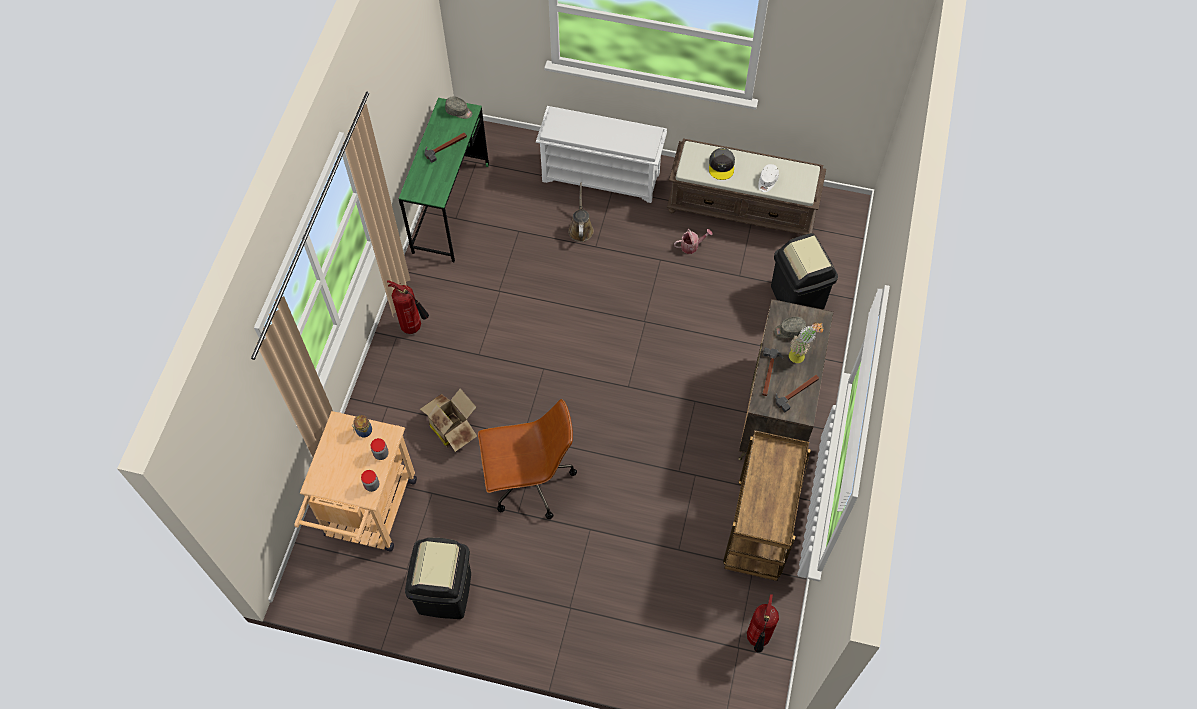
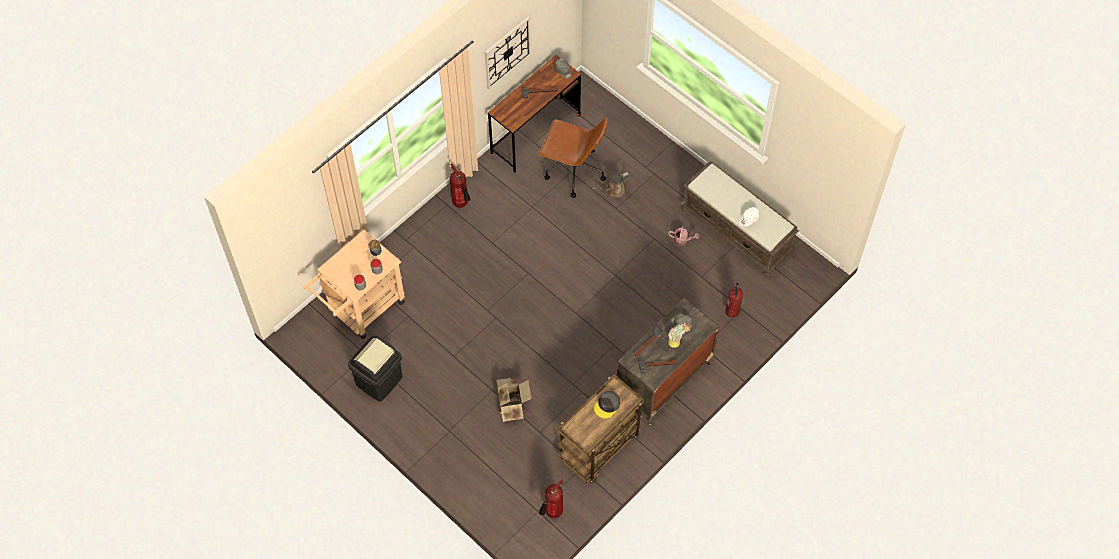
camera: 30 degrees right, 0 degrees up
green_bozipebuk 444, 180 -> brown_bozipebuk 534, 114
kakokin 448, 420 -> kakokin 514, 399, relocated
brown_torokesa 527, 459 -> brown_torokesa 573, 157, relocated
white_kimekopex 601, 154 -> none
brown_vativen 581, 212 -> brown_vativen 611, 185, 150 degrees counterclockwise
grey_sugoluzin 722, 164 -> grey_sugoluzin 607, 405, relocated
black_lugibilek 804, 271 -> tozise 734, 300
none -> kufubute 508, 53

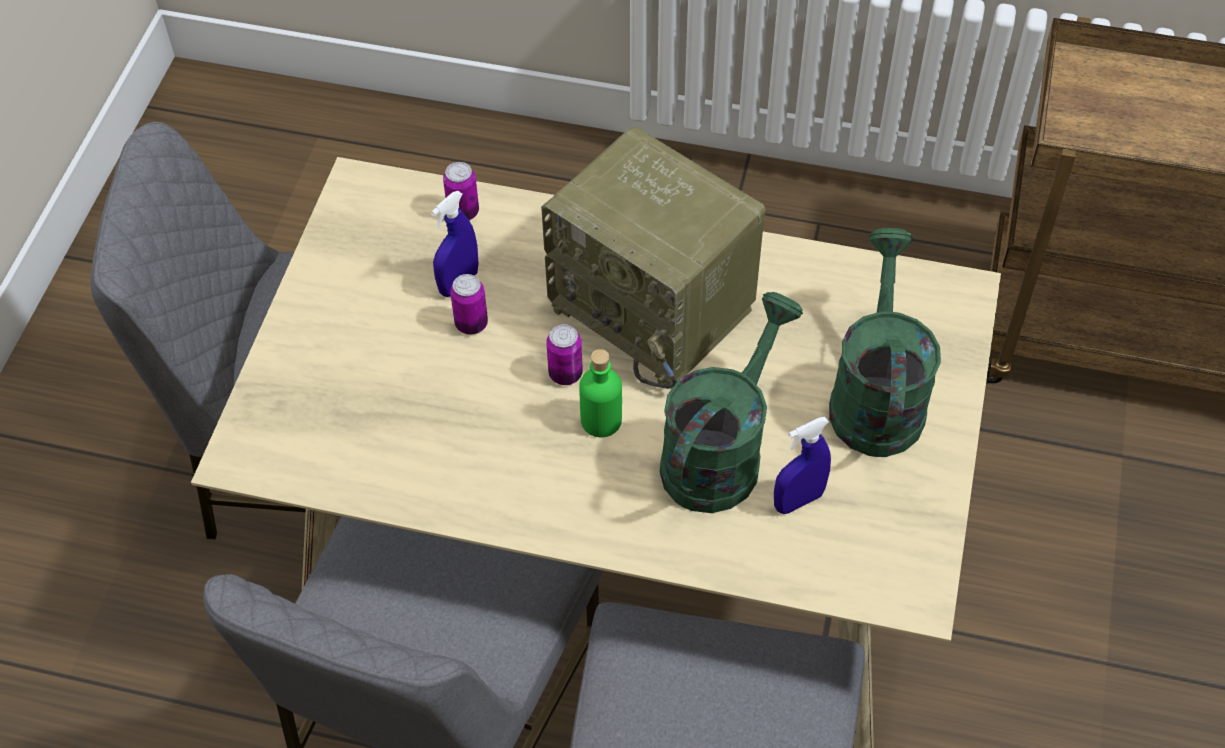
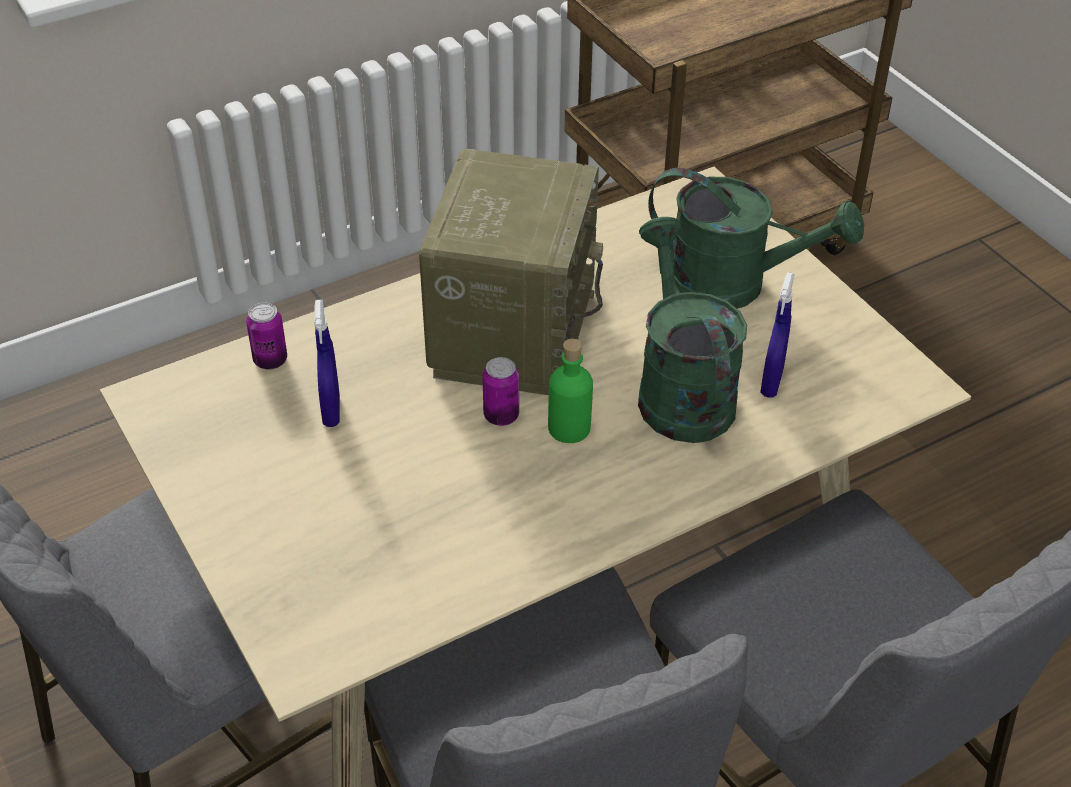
camera: 45 degrees left, 10 degrees down
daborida 469, 304 -> none
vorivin 653, 257 -> vorivin 511, 272, 75 degrees counterclockwise
green_vativen 885, 342 -> green_vativen 756, 238, 150 degrees clockwise

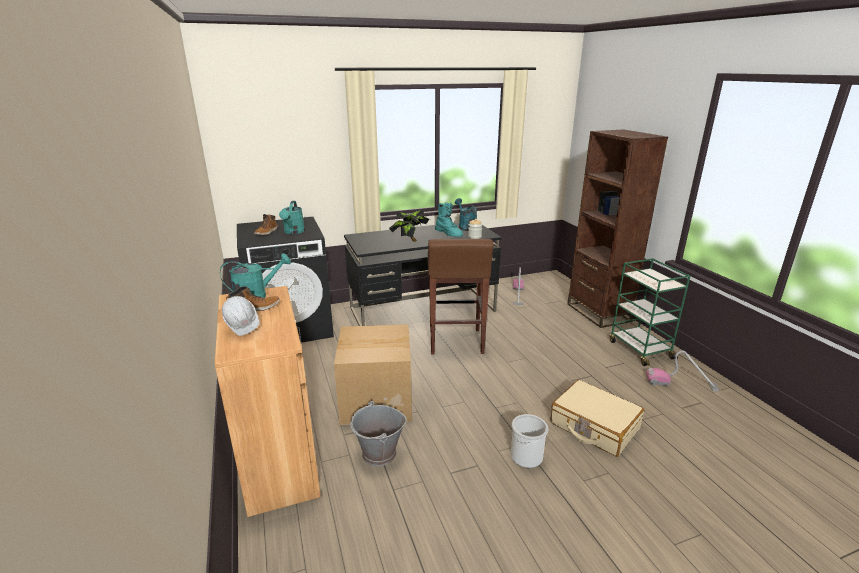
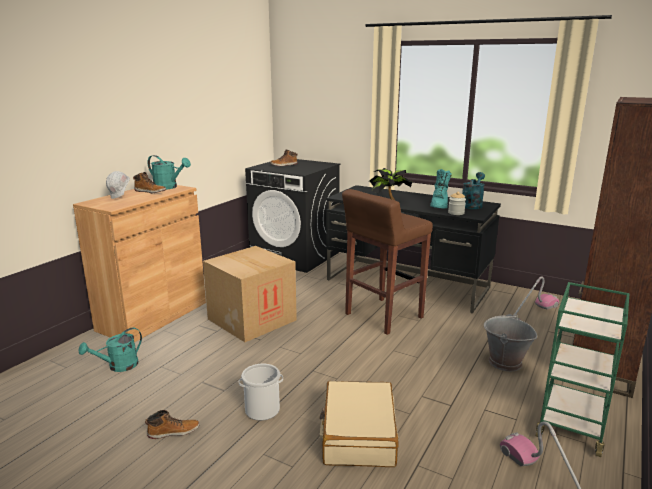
camera: 50 degrees right, 5 degrees down
turquoise_vativen 292, 217 -> turquoise_vativen 110, 350, relocated
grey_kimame 378, 433 -> grey_kimame 510, 342, relocated
none -> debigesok 172, 424

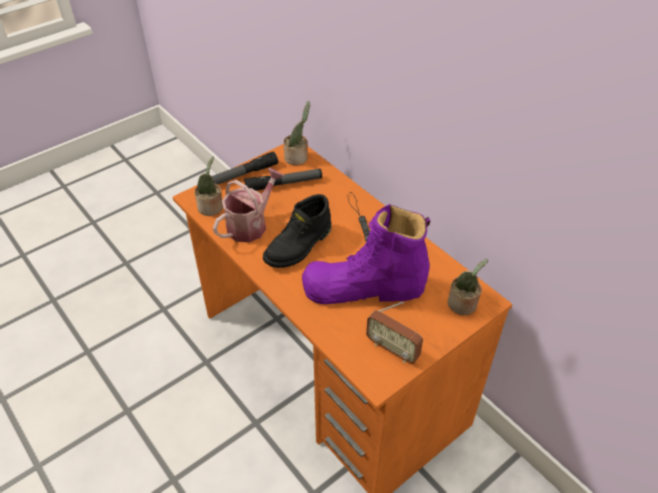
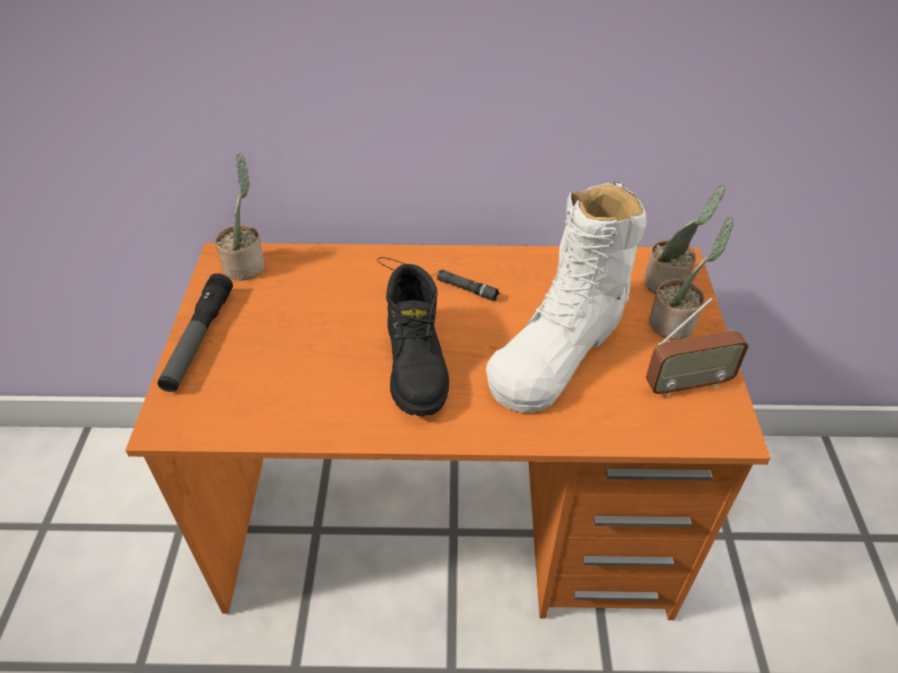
camera: 50 degrees left, 0 degrees up
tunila 209, 186 -> tunila 691, 278, relocated
vativen 248, 205 -> none
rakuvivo 283, 180 -> none
purple_debigesok 366, 254 -> white_debigesok 566, 297

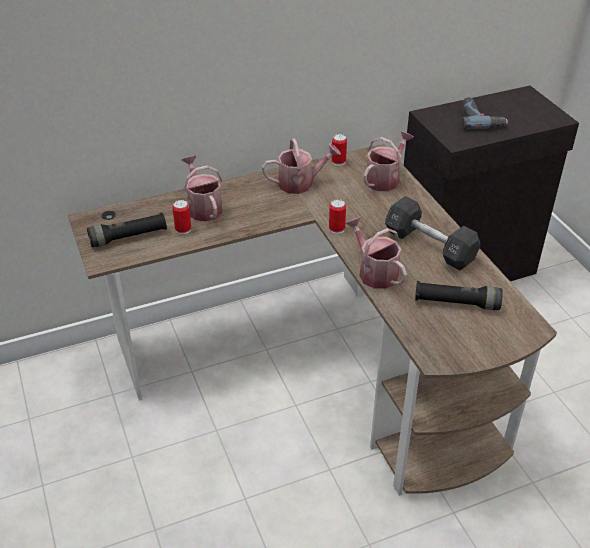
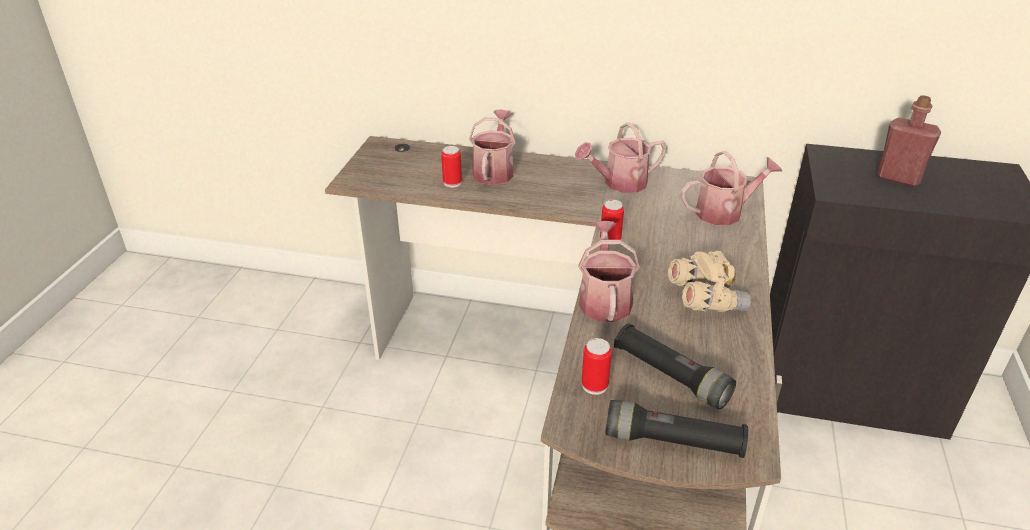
camera: 35 degrees right, 5 degrees down
black_rakuvivo 127, 229 -> black_rakuvivo 676, 429, relocated
vativen 301, 166 -> vativen 620, 157, 135 degrees clockwise
daborida 339, 150 -> daborida 597, 366, relocated
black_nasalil 432, 233 -> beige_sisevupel 709, 281
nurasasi 485, 113 -> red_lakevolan 909, 141

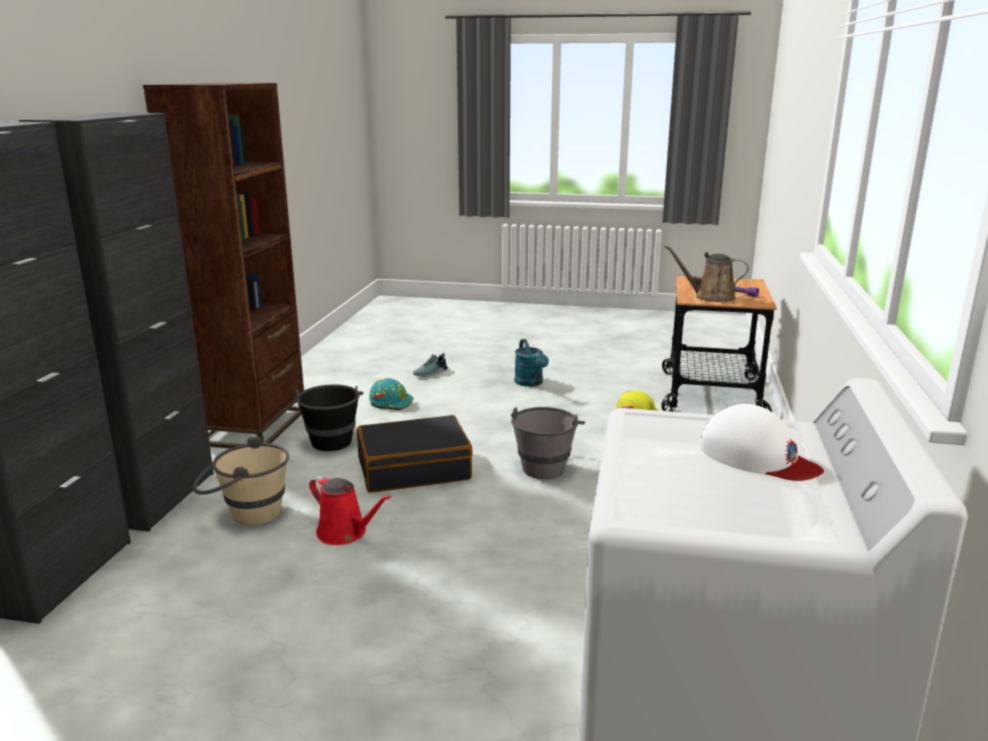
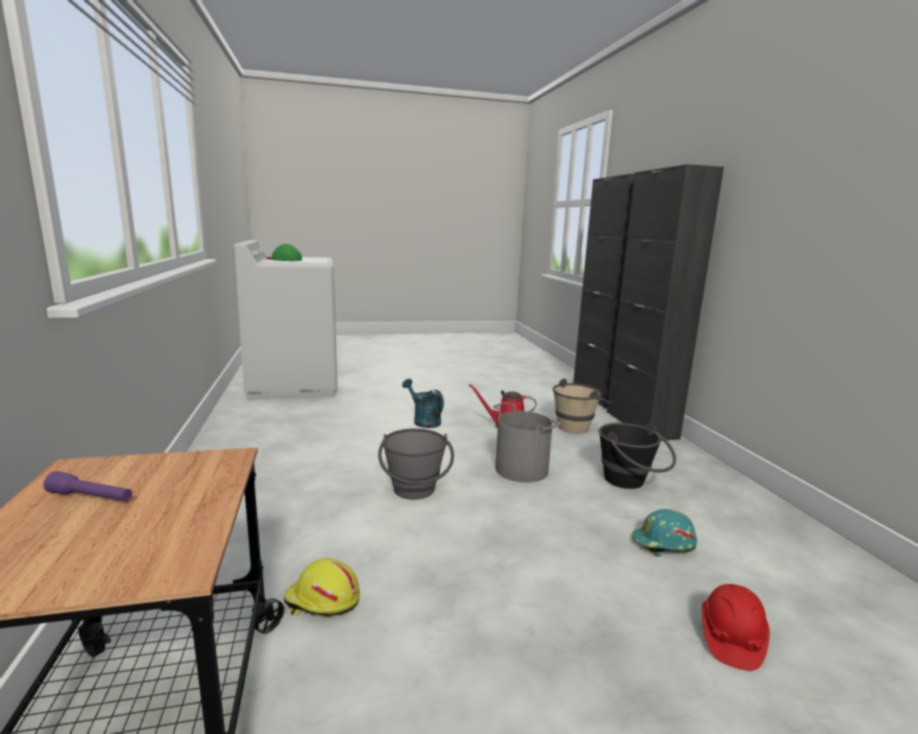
camera: 155 degrees right, 5 degrees down
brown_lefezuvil 223, 266 -> none
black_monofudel 415, 454 -> grey_kimame 527, 442
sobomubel 430, 365 -> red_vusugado 736, 627
turquoise_vativen 531, 363 -> turquoise_vativen 423, 403, relocated
brown_vativen 706, 273 -> none
white_sugoluzin 762, 442 -> green_sugoluzin 284, 252

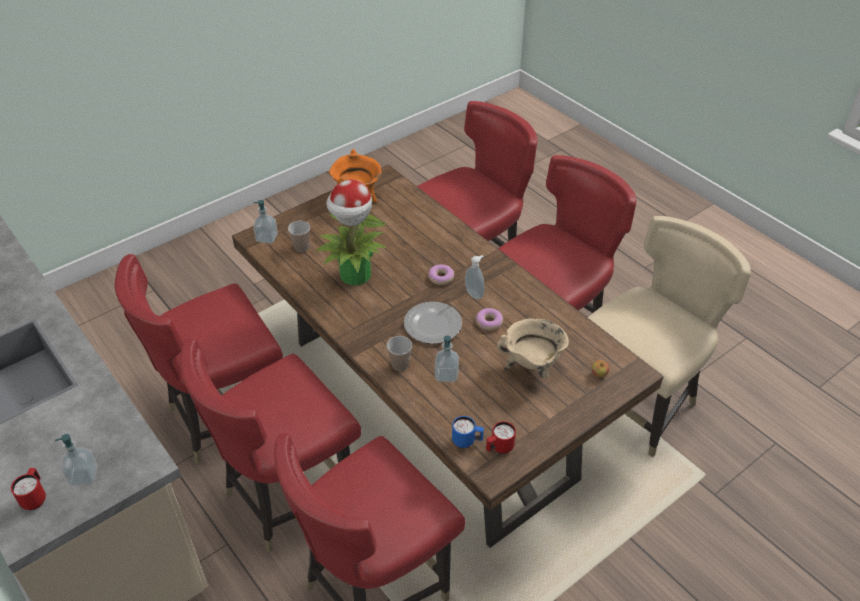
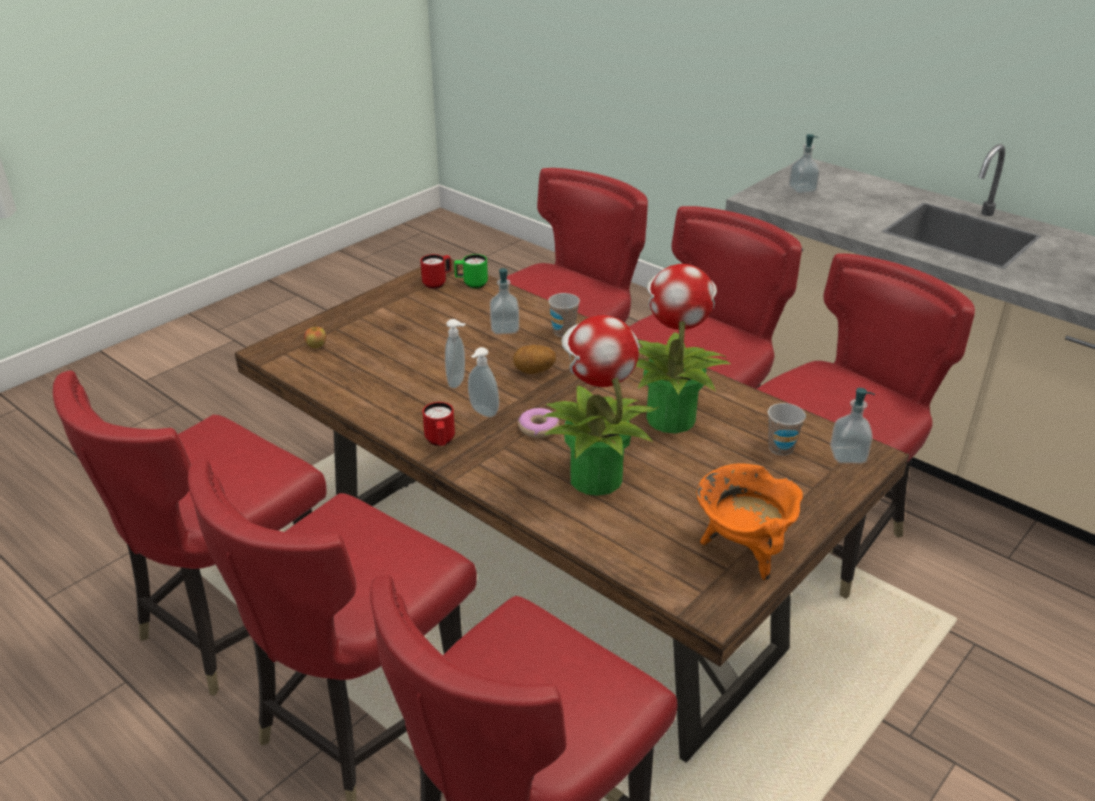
camera: 170 degrees right, 10 degrees down
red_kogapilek 28, 489 -> red_kogapilek 439, 424, relocated
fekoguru 433, 323 -> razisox 534, 359
blue_kogapilek 468, 432 -> green_kogapilek 471, 271
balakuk 489, 319 -> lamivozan 455, 353
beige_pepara 533, 348 -> none
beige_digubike 669, 336 -> red_digubike 189, 532
none -> tunila 601, 405

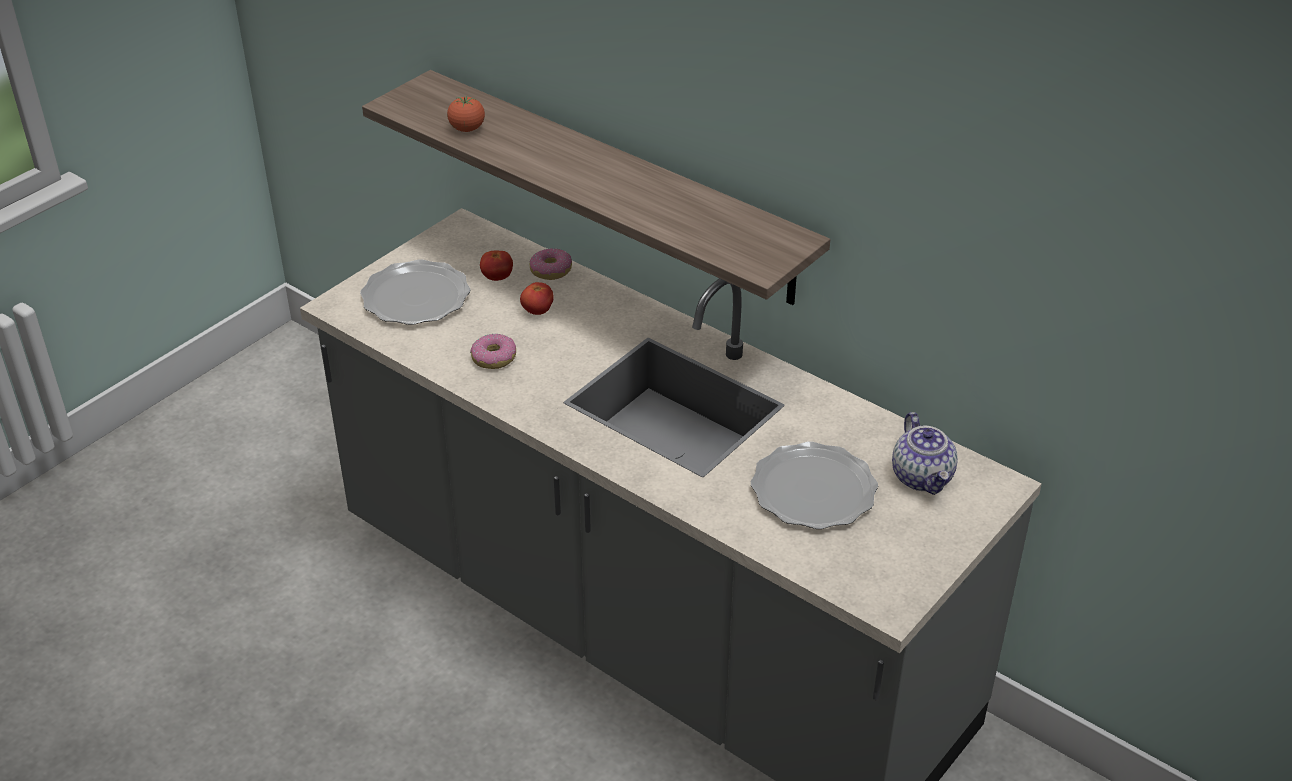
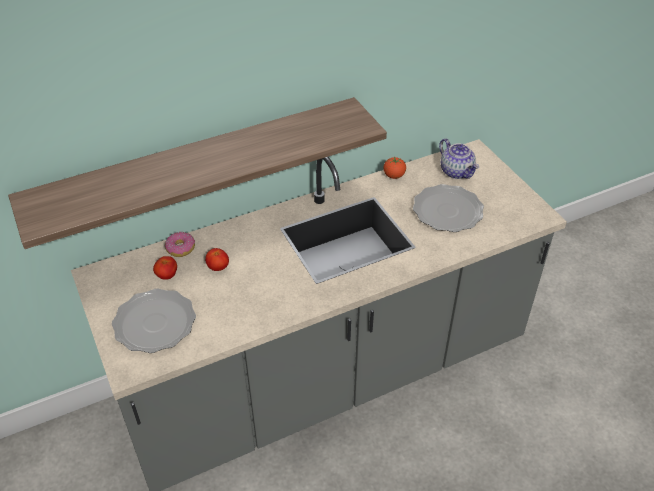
camera: 65 degrees left, 5 degrees up
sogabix 466, 114 -> sogabix 394, 168, relocated
balakuk 493, 351 -> none
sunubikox 925, 453 -> sunubikox 459, 159, 45 degrees clockwise

